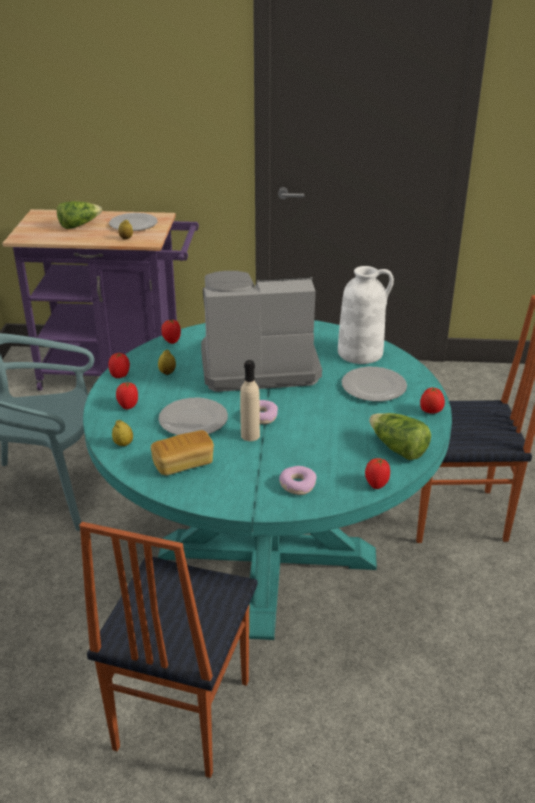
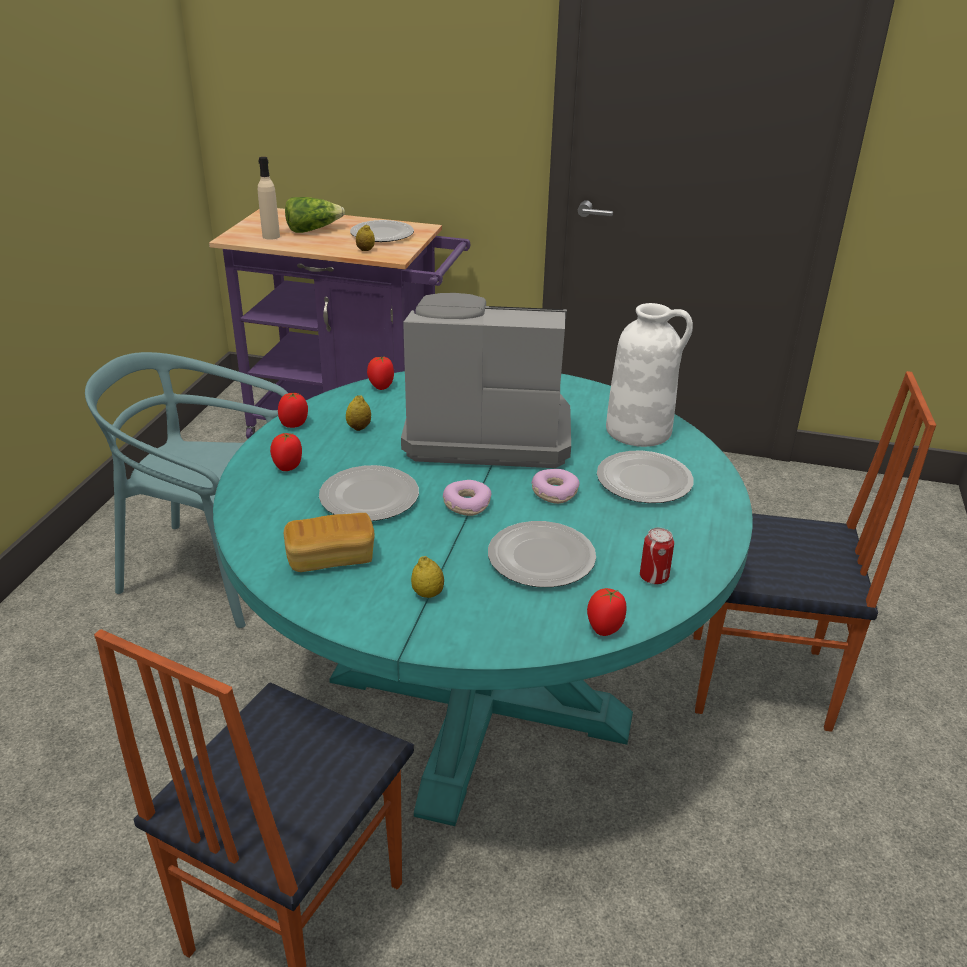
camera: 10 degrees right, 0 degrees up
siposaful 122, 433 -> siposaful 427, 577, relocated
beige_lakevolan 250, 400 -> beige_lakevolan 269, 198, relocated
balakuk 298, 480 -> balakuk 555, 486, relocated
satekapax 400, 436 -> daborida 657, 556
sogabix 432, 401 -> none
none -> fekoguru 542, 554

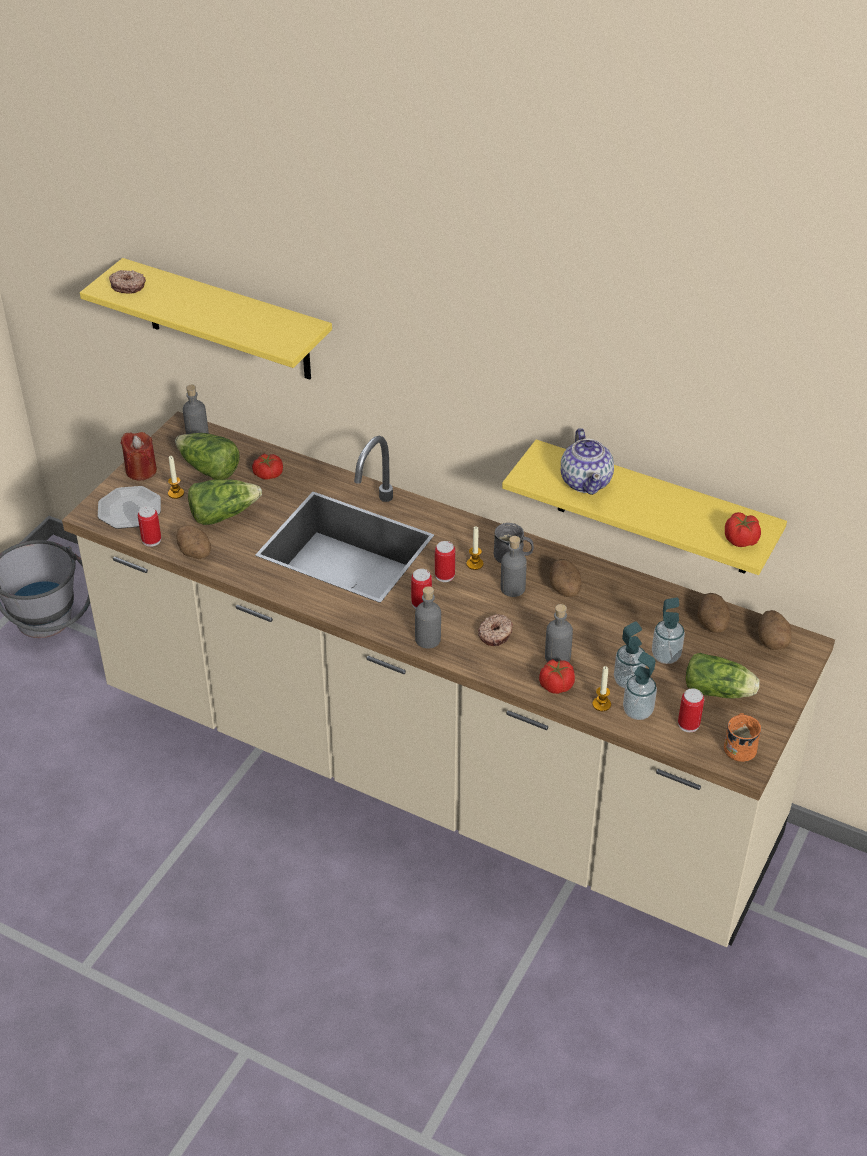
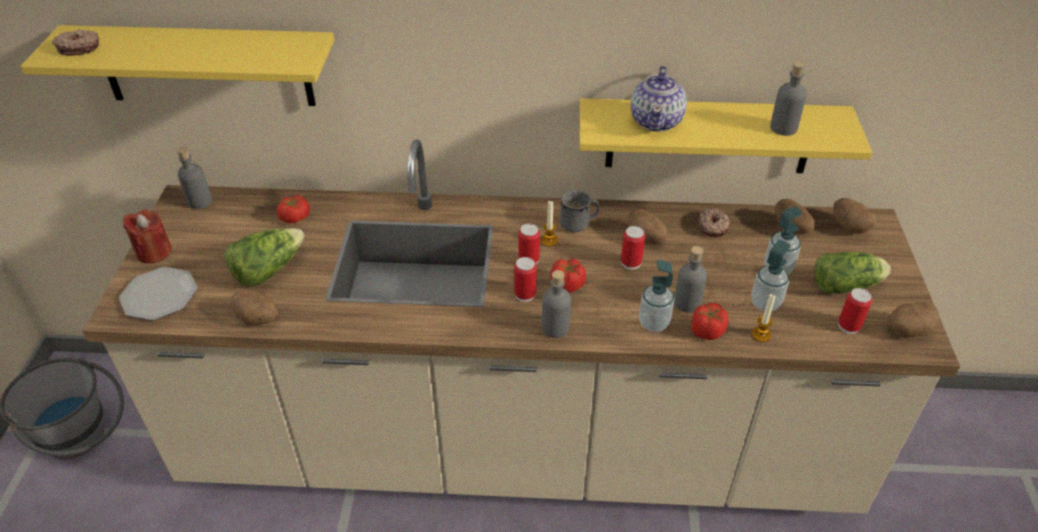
camera: 25 degrees left, 0 degrees up
daborida 149, 526 -> daborida 633, 248, relocated
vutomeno 176, 477 -> none
satekapax 207, 456 -> none
balakuk 495, 630 -> balakuk 714, 222, relocated
grey_lakevolan 514, 566 -> grey_lakevolan 788, 98, relocated
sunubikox 587, 461 -> sunubikox 659, 99, 45 degrees clockwise
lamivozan 640, 686 -> lamivozan 657, 296, relocated
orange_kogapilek 742, 737 -> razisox 913, 320
sogabix 743, 529 -> sogabix 568, 276, relocated

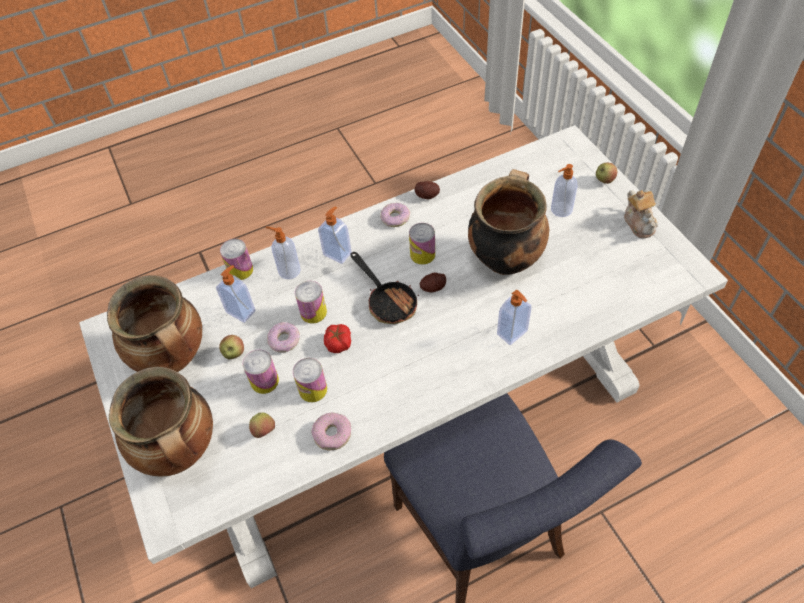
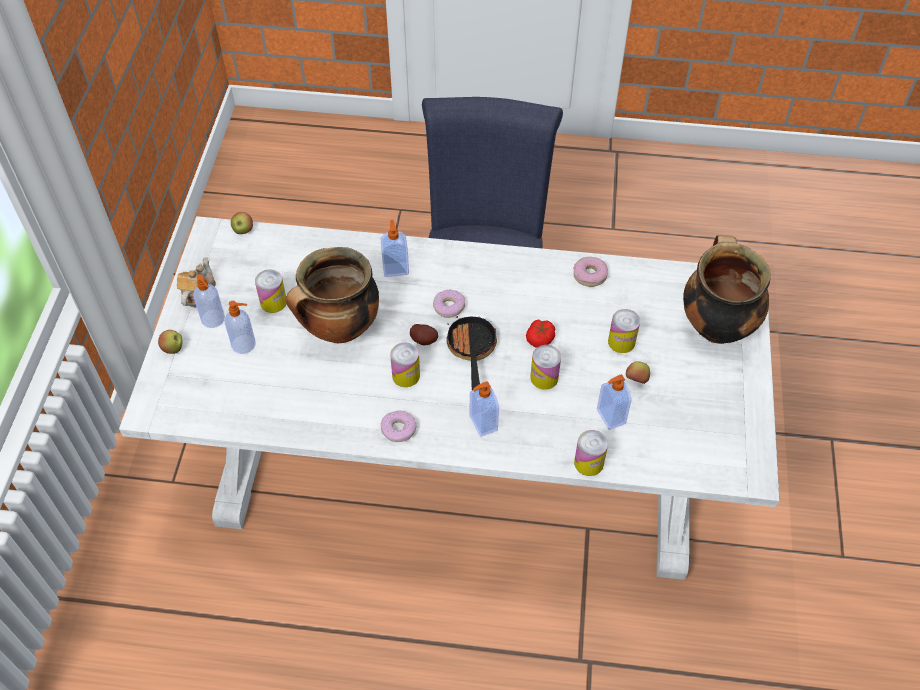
camera: 150 degrees left, 0 degrees up
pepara 154, 323 -> none
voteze 262, 425 -> voteze 242, 223, relocated
lamivozan 283, 252 -> lamivozan 209, 301, relocated
balakuk 283, 337 -> balakuk 449, 304, relocated
daborida 310, 380 -> daborida 270, 291, relocated
razisox 427, 190 -> none

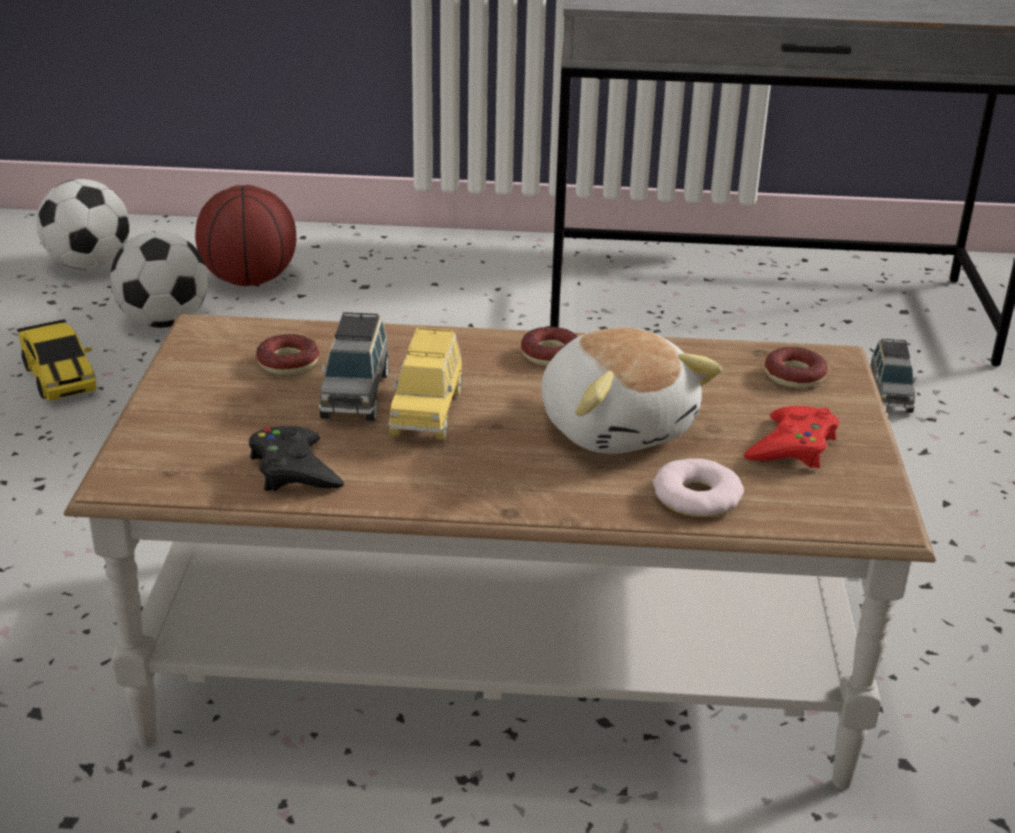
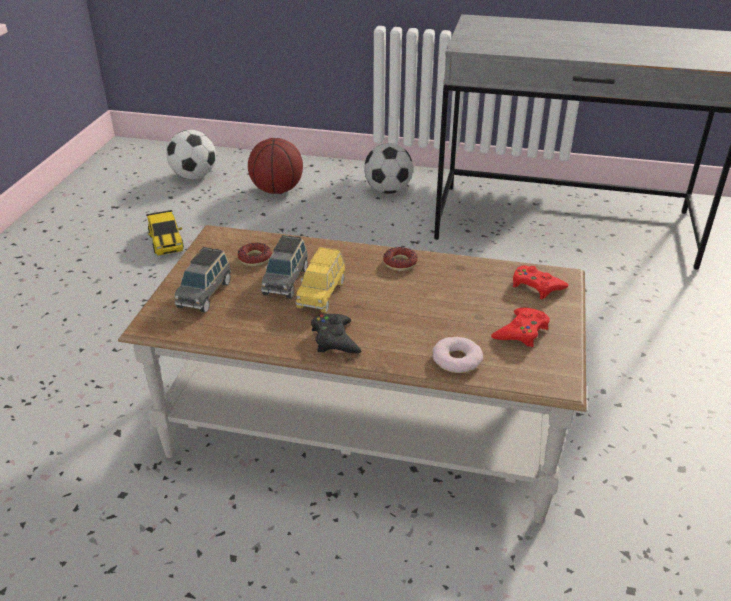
camera: 10 degrees right, 5 degrees up
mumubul 159, 279 -> mumubul 388, 168, relocated
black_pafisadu 296, 458 -> black_pafisadu 336, 333, relocated
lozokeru 631, 390 -> none
balakuk 796, 367 -> red_pafisadu 541, 282
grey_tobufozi 893, 375 -> grey_tobufozi 202, 280, relocated

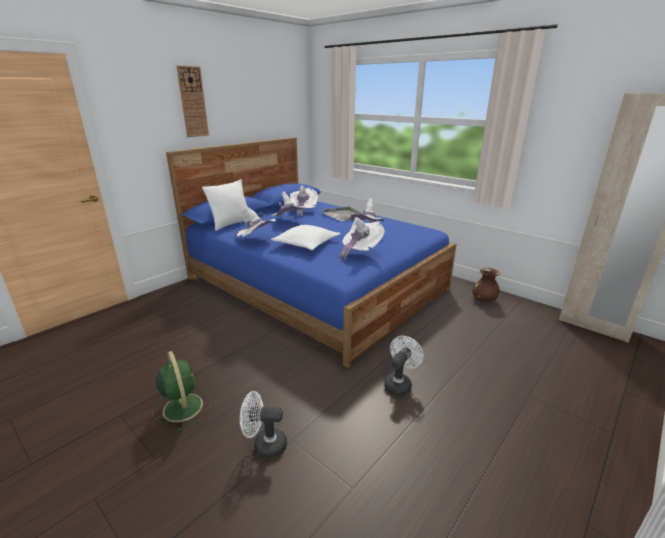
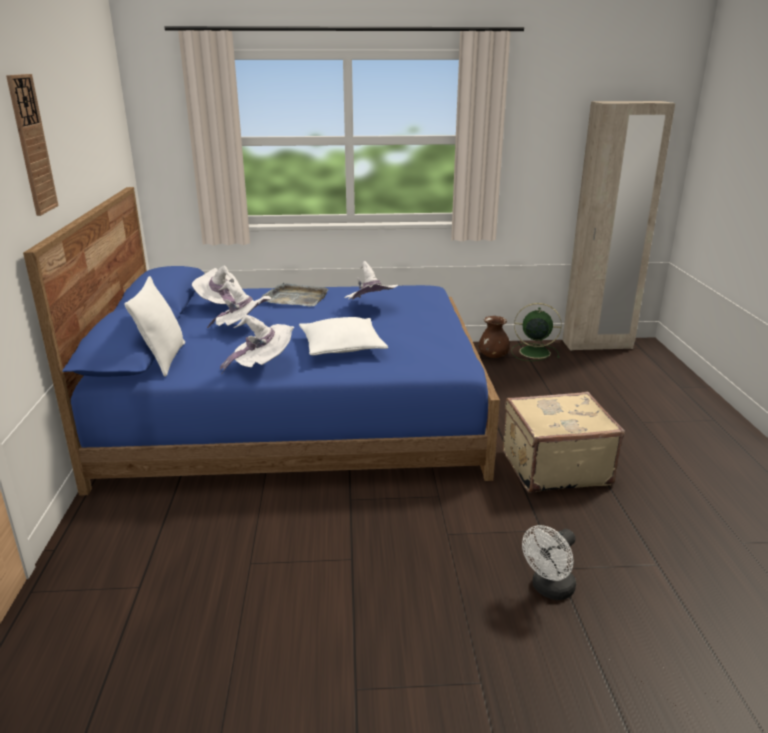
camera: 45 degrees left, 0 degrees up
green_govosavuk 181, 391 -> green_govosavuk 536, 332, relocated
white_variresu 362, 238 -> none
white_govosavuk 404, 366 -> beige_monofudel 564, 442

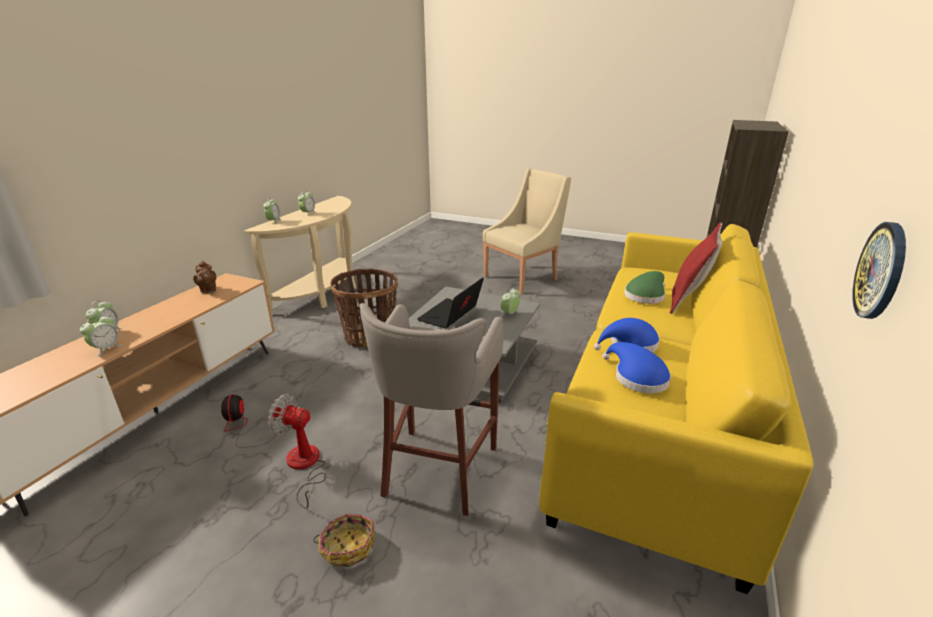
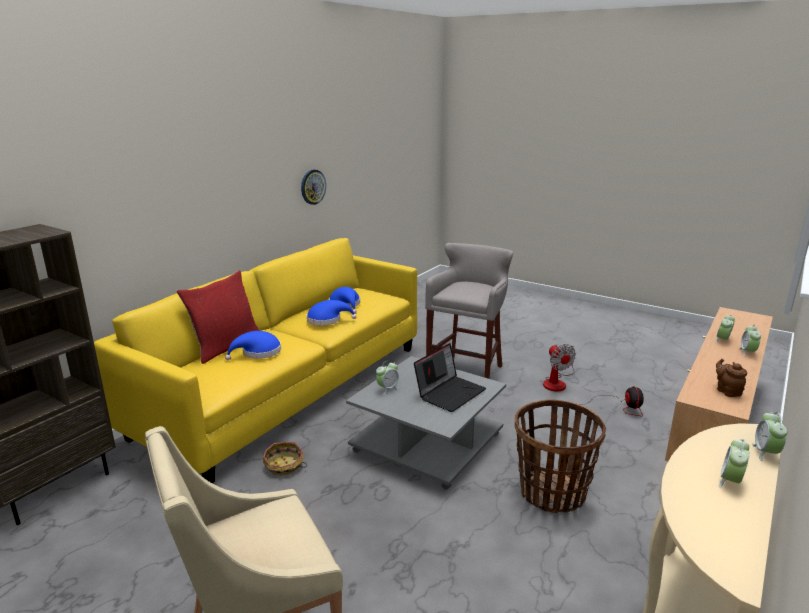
camera: 170 degrees left, 5 degrees down
govosavuk 297, 451 -> govosavuk 559, 368, 45 degrees clockwise
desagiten 344, 540 -> desagiten 285, 458, relocated
green_variresu 644, 287 -> blue_variresu 253, 345

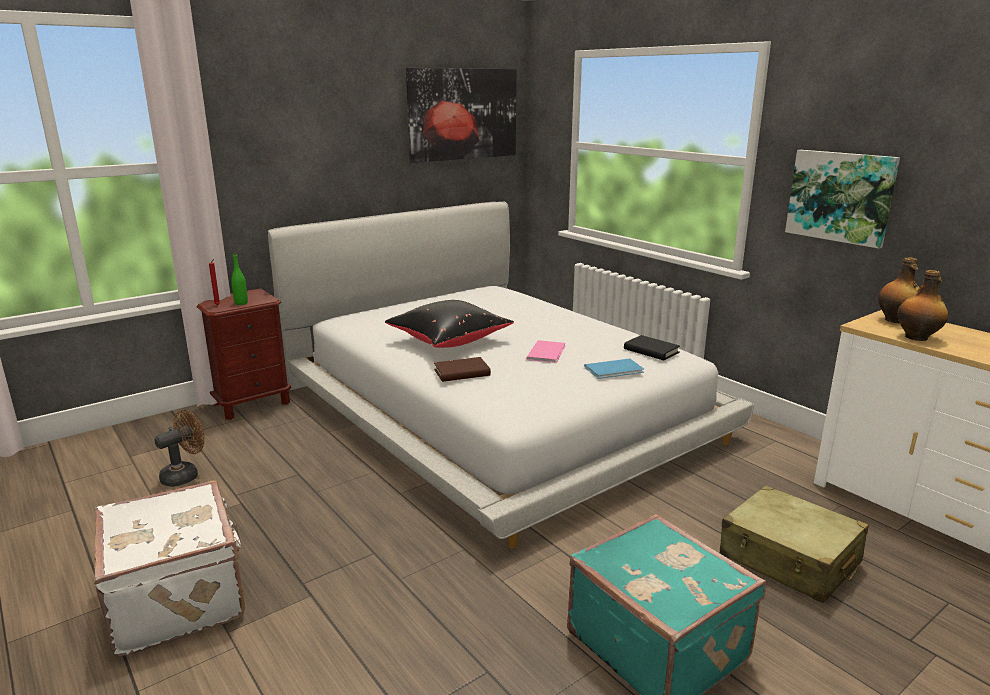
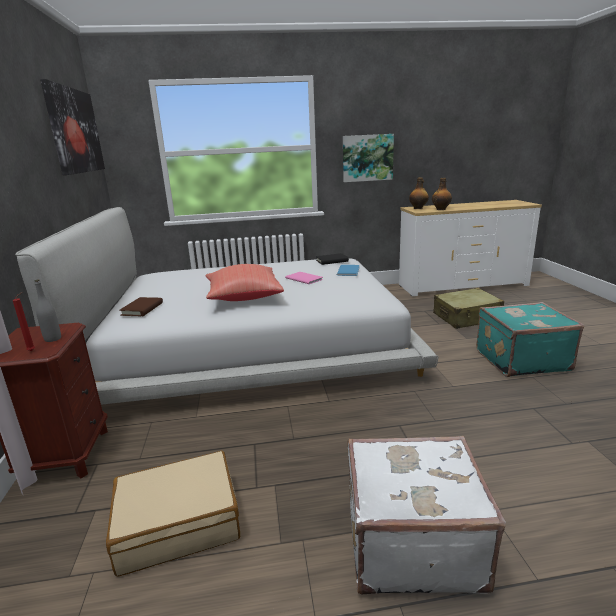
camera: 60 degrees left, 0 degrees up
brown_govosavuk 179, 448 -> beige_monofudel 173, 514
green_lakevolan 239, 279 -> grey_lakevolan 47, 311
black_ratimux 449, 324 -> red_ratimux 244, 282
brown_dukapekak 462, 369 -> brown_dukapekak 141, 306, relocated

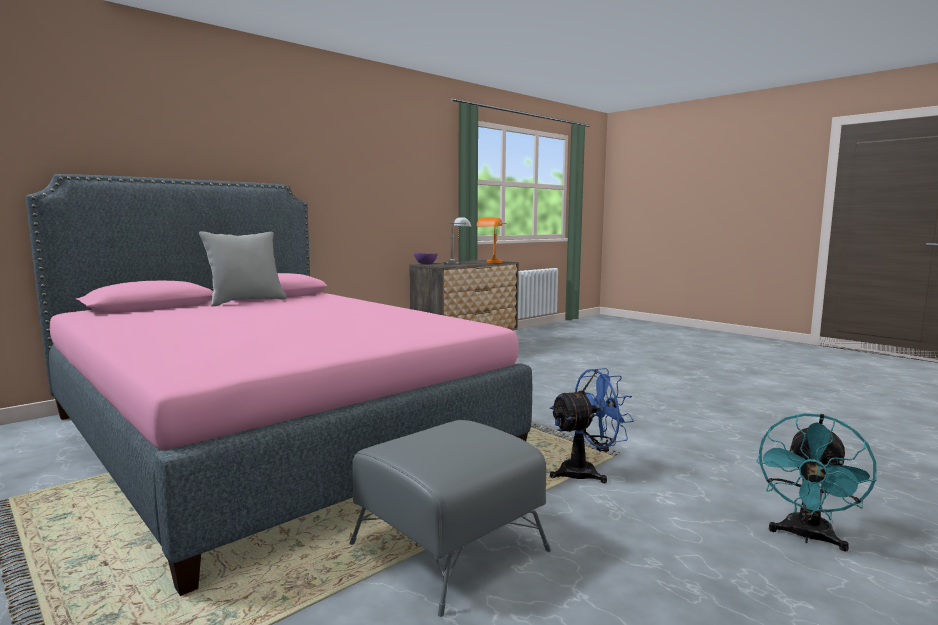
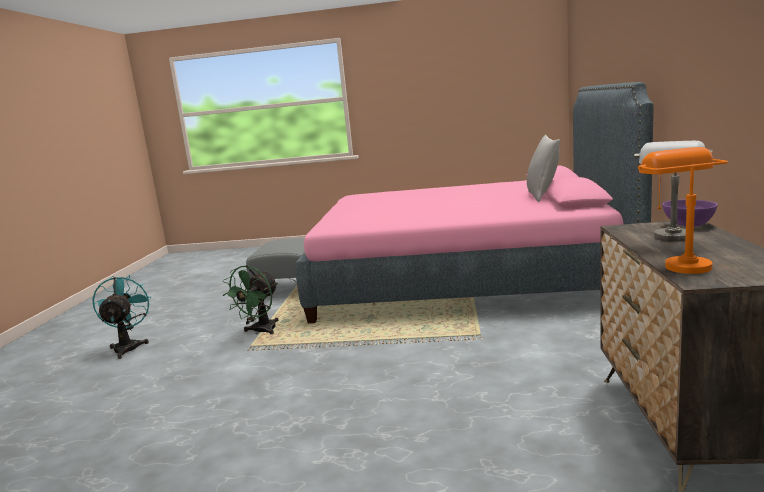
camera: 140 degrees right, 5 degrees up
blue_govosavuk 592, 425 -> green_govosavuk 250, 299

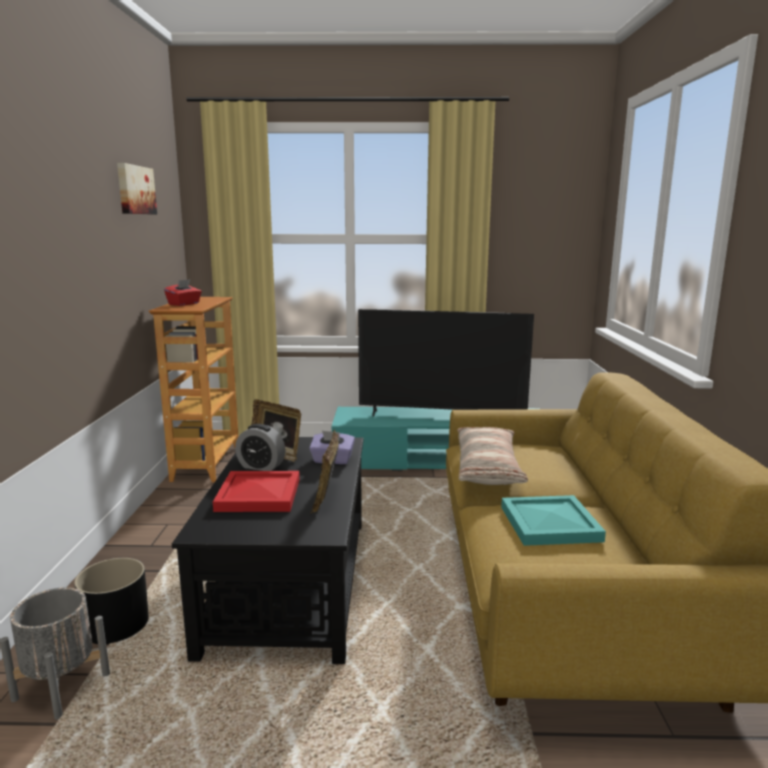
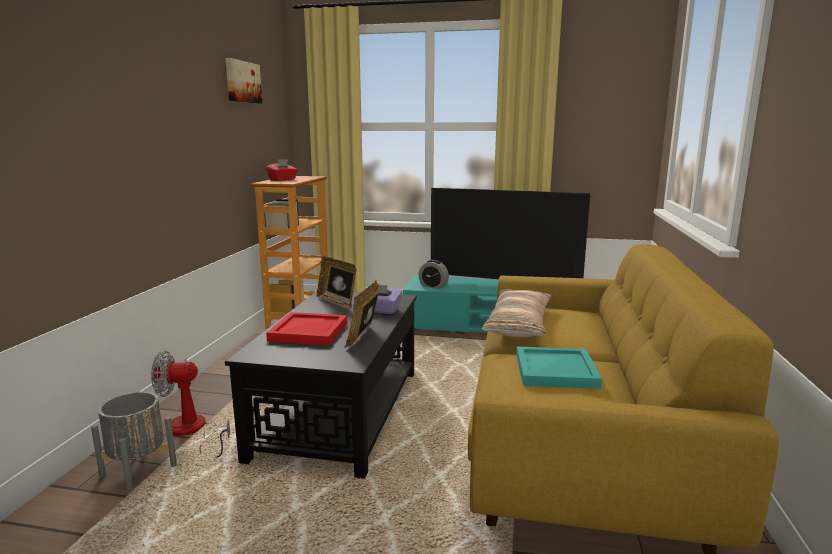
camera: 10 degrees right, 0 degrees up
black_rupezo 111, 601 -> govosavuk 190, 404
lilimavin 260, 447 -> lilimavin 433, 274, relocated

